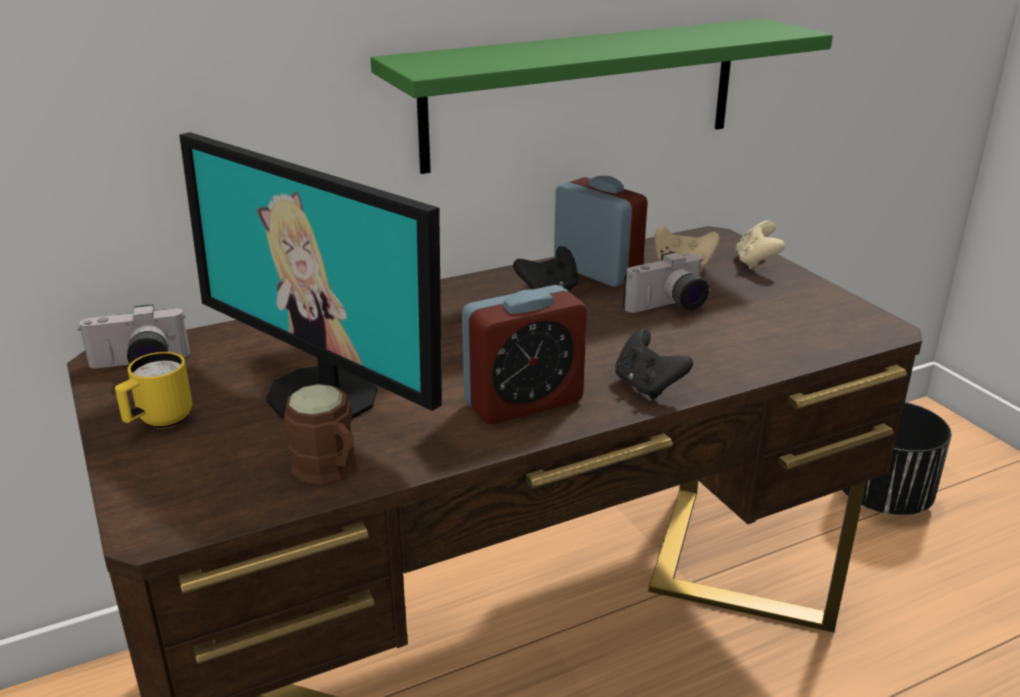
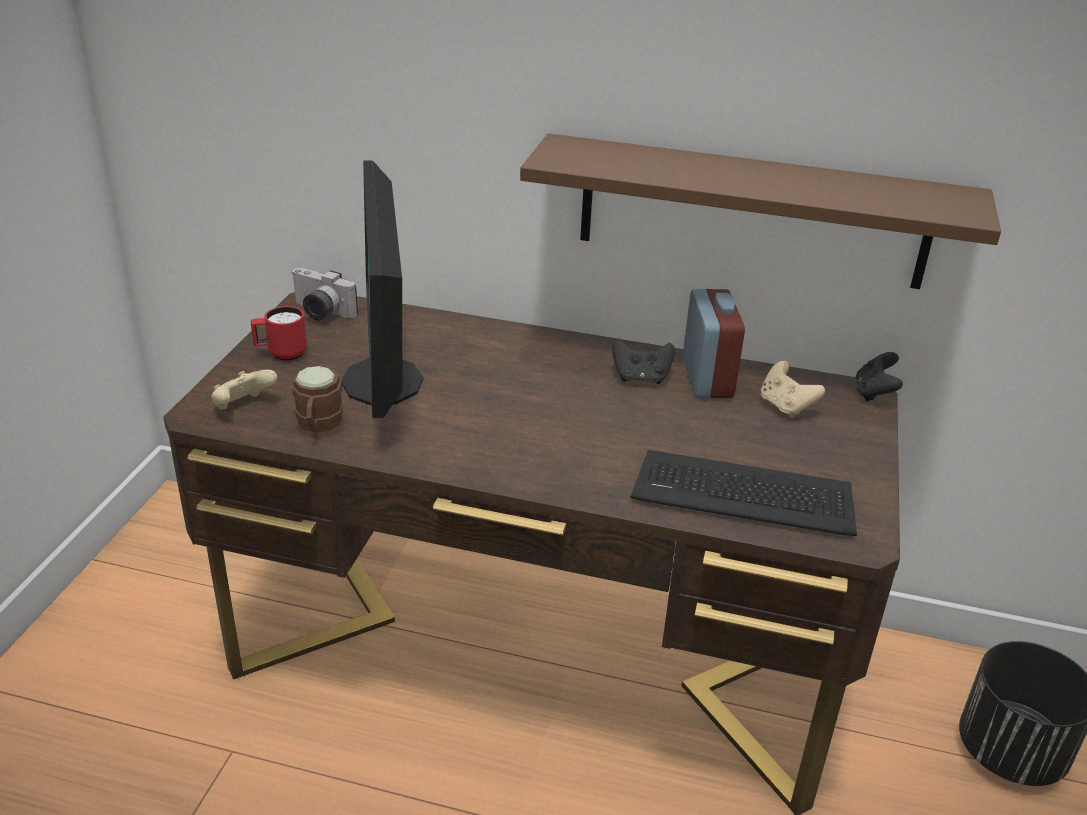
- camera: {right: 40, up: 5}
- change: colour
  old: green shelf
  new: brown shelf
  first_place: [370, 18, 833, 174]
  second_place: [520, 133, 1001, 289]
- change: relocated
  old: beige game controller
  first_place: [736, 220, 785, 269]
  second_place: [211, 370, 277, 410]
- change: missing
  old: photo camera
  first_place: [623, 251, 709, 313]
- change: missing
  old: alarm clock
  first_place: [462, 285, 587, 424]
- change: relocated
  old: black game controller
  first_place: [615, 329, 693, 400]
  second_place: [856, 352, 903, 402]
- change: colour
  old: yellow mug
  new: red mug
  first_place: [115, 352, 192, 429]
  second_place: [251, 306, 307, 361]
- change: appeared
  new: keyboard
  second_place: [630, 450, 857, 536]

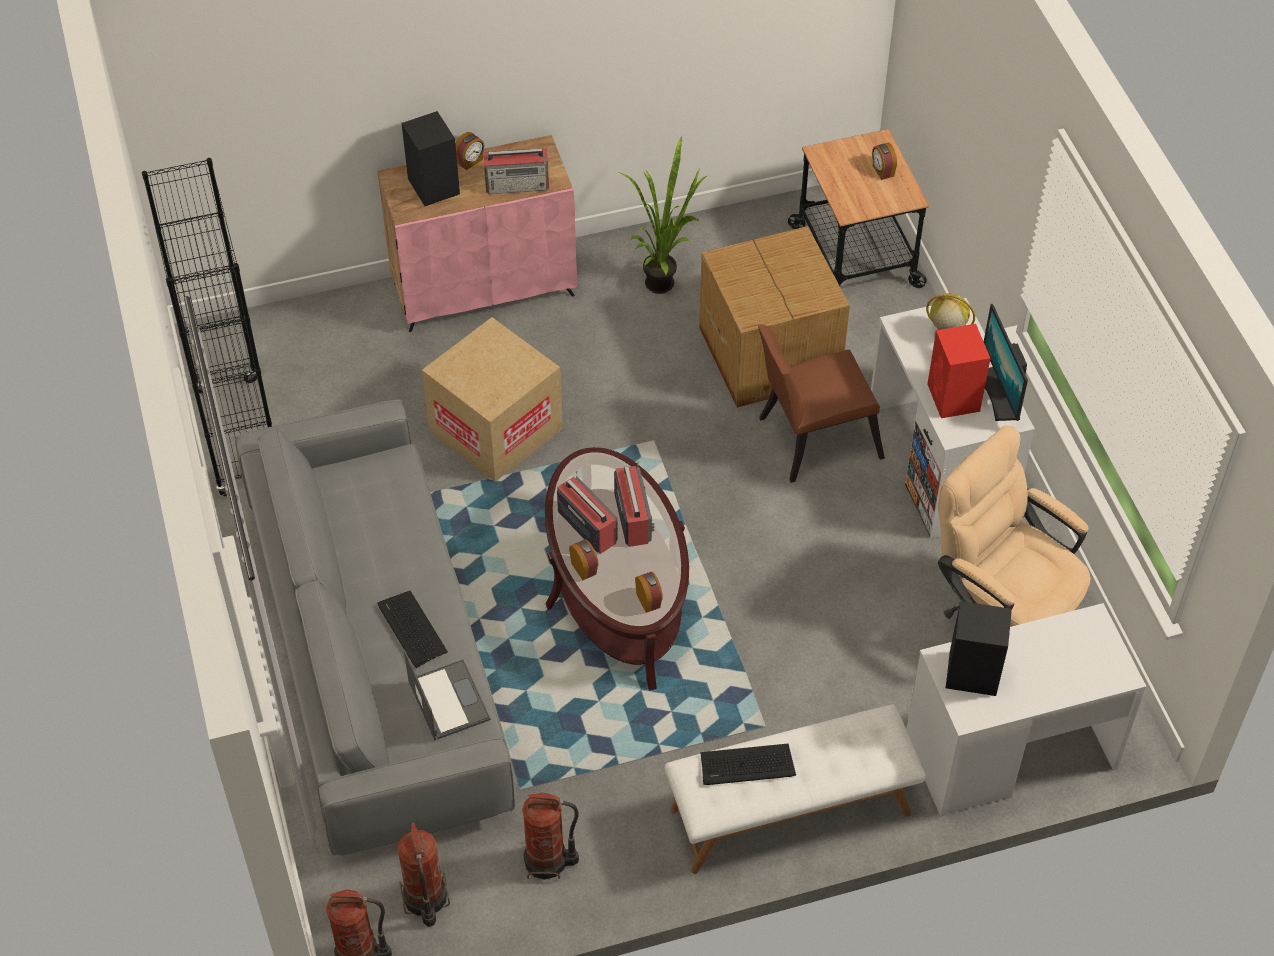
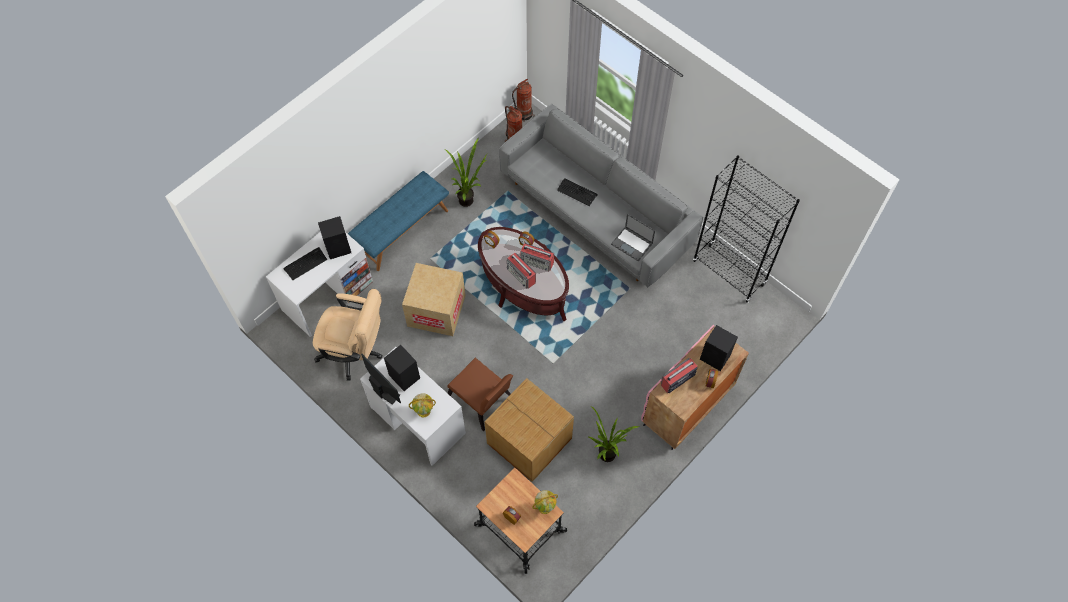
- camera: {right: 150, up: 10}
- change: relocated
  old: cardboard box
  first_place: [422, 317, 563, 482]
  second_place: [402, 263, 466, 336]
- change: spun
  old: brown chair
  first_place: [758, 324, 885, 483]
  second_place: [447, 358, 513, 431]
  degrees: 90
- change: colour
  old: red speaker
  new: black speaker
  first_place: [927, 324, 990, 418]
  second_place: [384, 345, 420, 391]
- change: relocated
  old: laptop
  first_place: [404, 650, 491, 740]
  second_place: [611, 214, 655, 262]
- change: colour
  old: white bench
  new: blue bench
  first_place: [665, 704, 926, 874]
  second_place: [348, 171, 449, 271]
- change: relocated
  old: keyboard
  first_place: [701, 744, 796, 785]
  second_place: [283, 247, 327, 280]
- change: missing
  old: fire extinguisher
  first_place: [522, 792, 579, 879]
- change: appeared
  new: potted plant
  second_place: [446, 138, 487, 207]
- change: appeared
  new: globe
  second_place: [532, 490, 558, 514]

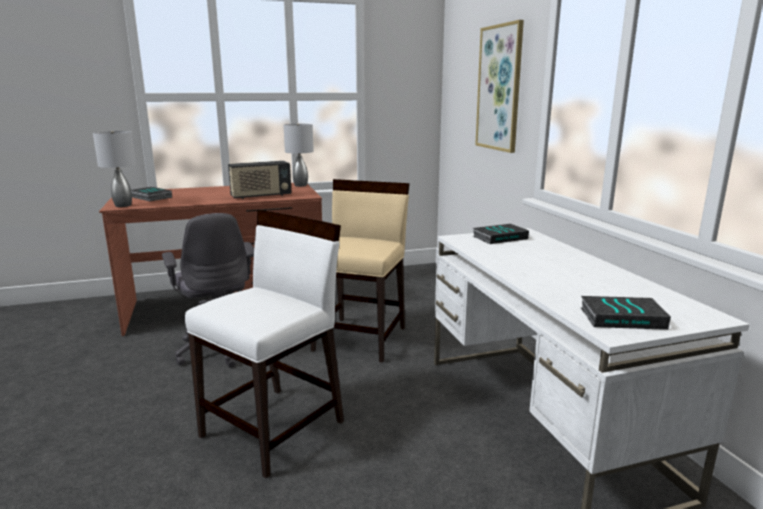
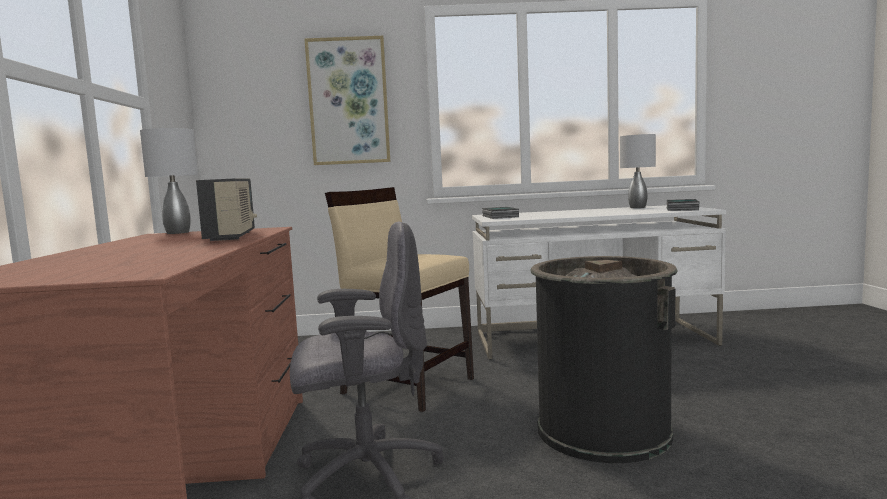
- camera: {right: -75, up: -10}
- change: relocated
  old: grey table lamp
  first_place: [93, 131, 136, 207]
  second_place: [620, 134, 656, 208]
- change: missing
  old: book
  first_place: [131, 187, 172, 201]
- change: exchanged
  old: white chair
  new: black trash can
  first_place: [185, 210, 344, 478]
  second_place: [531, 256, 677, 463]

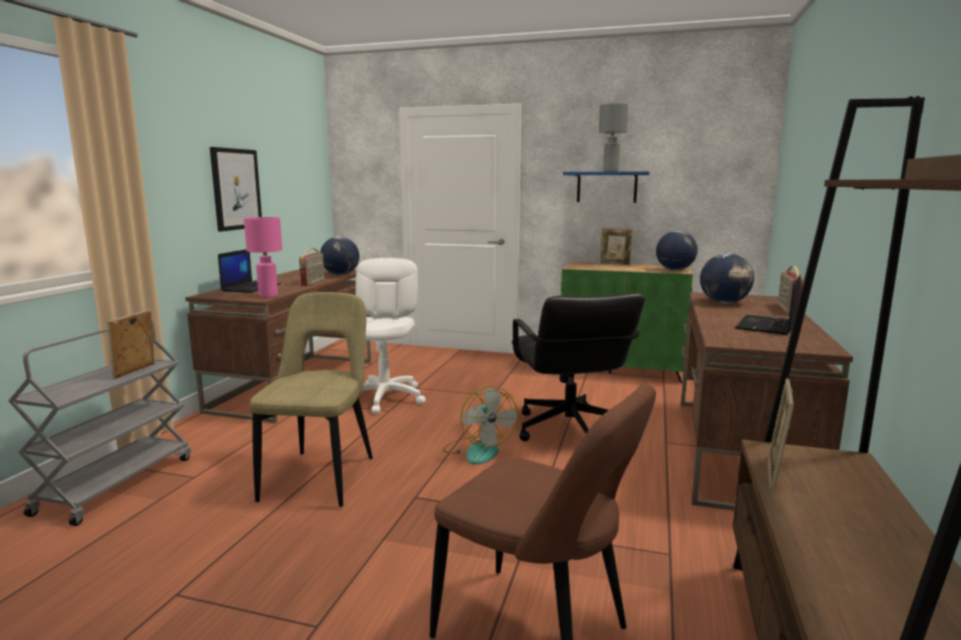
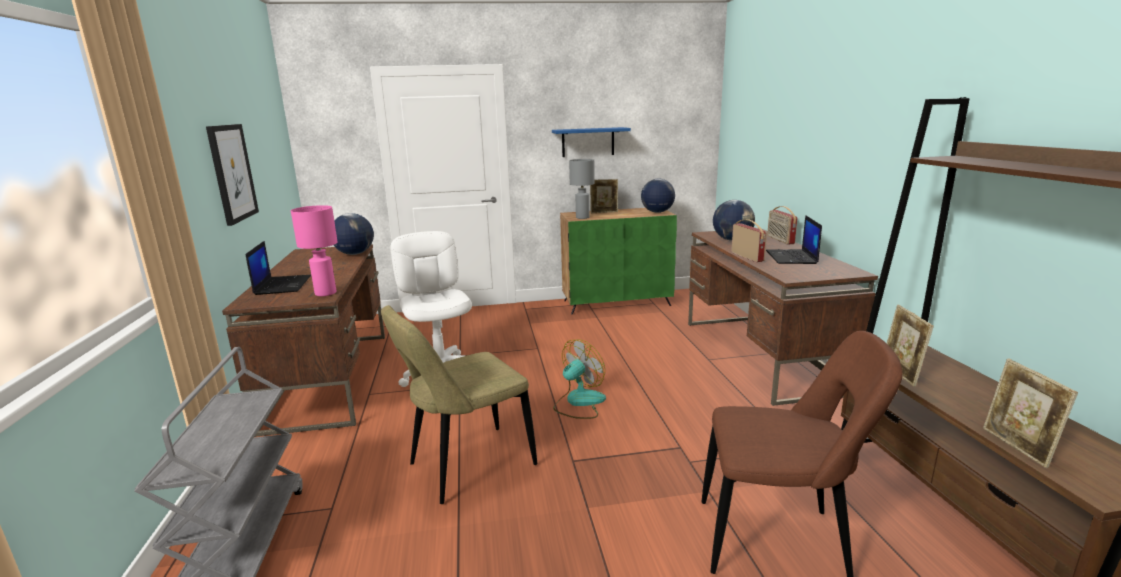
- camera: {right: -25, up: 5}
- change: relocated
  old: grey table lamp
  first_place: [599, 103, 628, 172]
  second_place: [569, 159, 595, 219]
- change: relocated
  old: radio
  first_place: [299, 248, 324, 286]
  second_place: [731, 219, 767, 262]
- change: spun
  old: beige chair
  first_place: [249, 292, 373, 507]
  second_place: [381, 305, 537, 504]
  degrees: -105
- change: missing
  old: black office chair
  first_place: [512, 293, 646, 441]
- change: relocated
  old: picture frame
  first_place: [107, 310, 155, 379]
  second_place: [983, 359, 1078, 468]
- change: spun
  old: fan
  first_place: [443, 386, 518, 465]
  second_place: [553, 340, 606, 419]
  degrees: -90

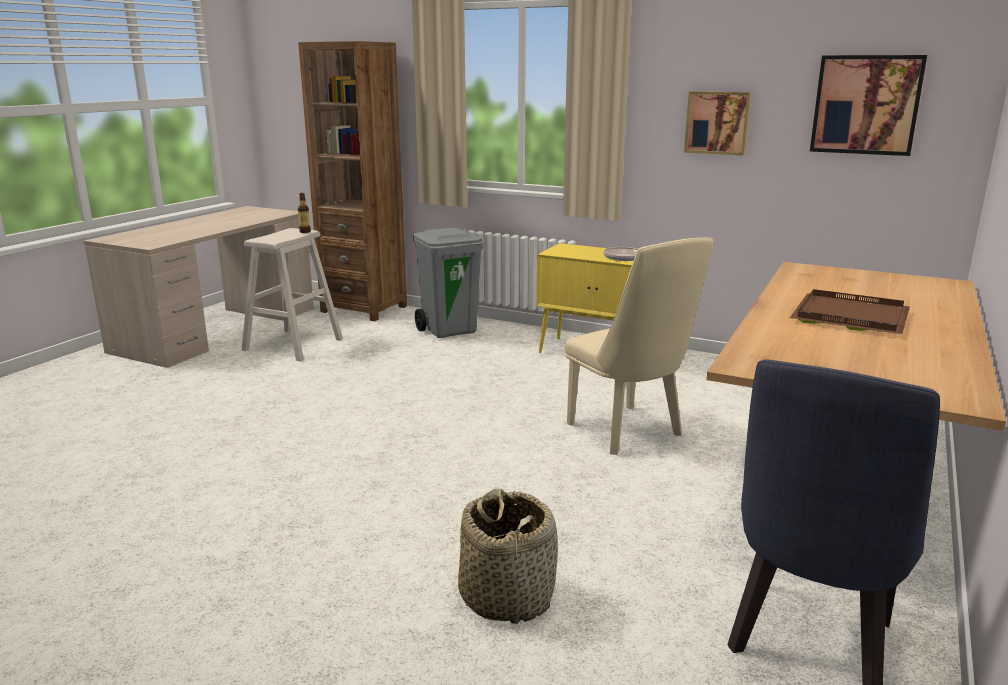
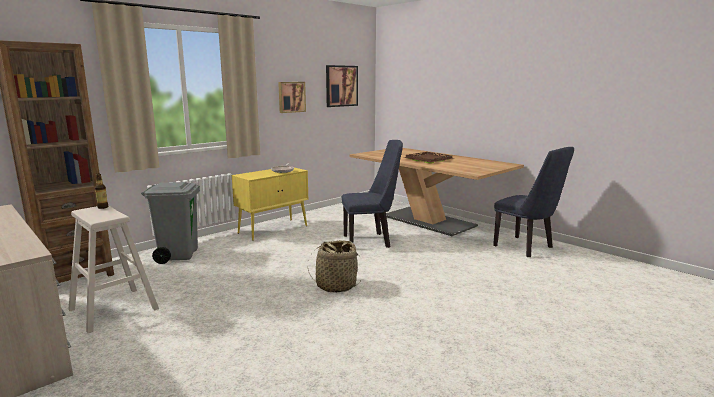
- camera: {right: -70, up: -5}
- change: colour
  old: beige chair
  new: blue chair
  first_place: [565, 237, 713, 455]
  second_place: [342, 140, 403, 248]
- change: relocated
  old: basket
  first_place: [458, 488, 558, 624]
  second_place: [308, 240, 362, 293]

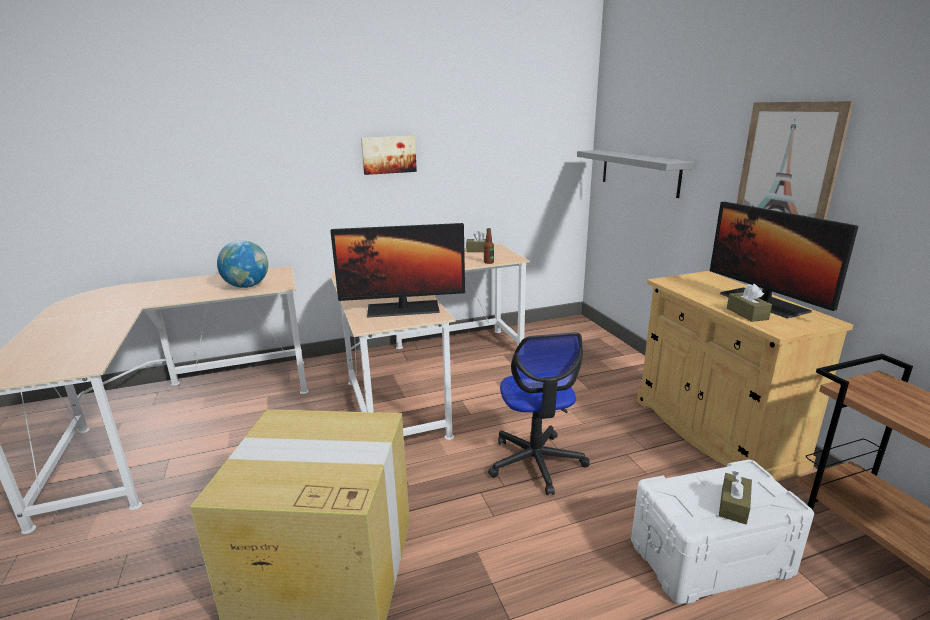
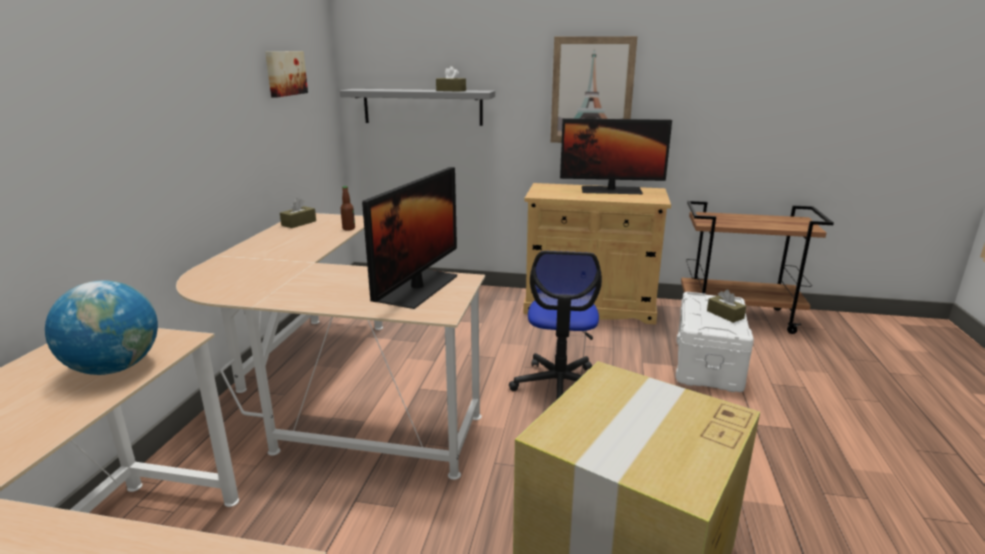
- camera: {right: -60, up: 0}
- change: relocated
  old: picture
  first_place: [361, 136, 417, 175]
  second_place: [265, 51, 308, 98]
- change: relocated
  old: brown tissue box
  first_place: [727, 284, 772, 322]
  second_place: [436, 66, 466, 92]
- change: spun
  old: office chair
  first_place: [488, 332, 590, 495]
  second_place: [509, 251, 602, 399]
  degrees: 75

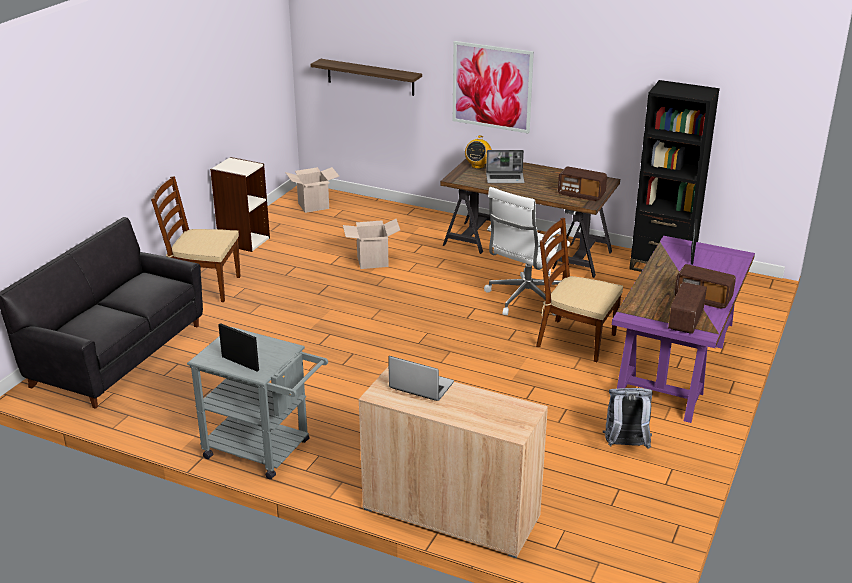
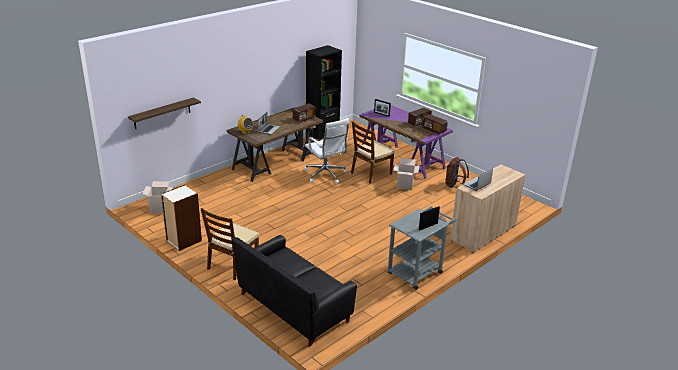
- camera: {right: -70, up: 0}
- change: missing
  old: picture
  first_place: [453, 41, 534, 133]
- change: relocated
  old: cardboard box
  first_place: [343, 219, 400, 269]
  second_place: [393, 158, 419, 190]
- change: colour
  old: grey backpack
  new: brown backpack
  first_place: [603, 388, 653, 449]
  second_place: [445, 157, 469, 188]

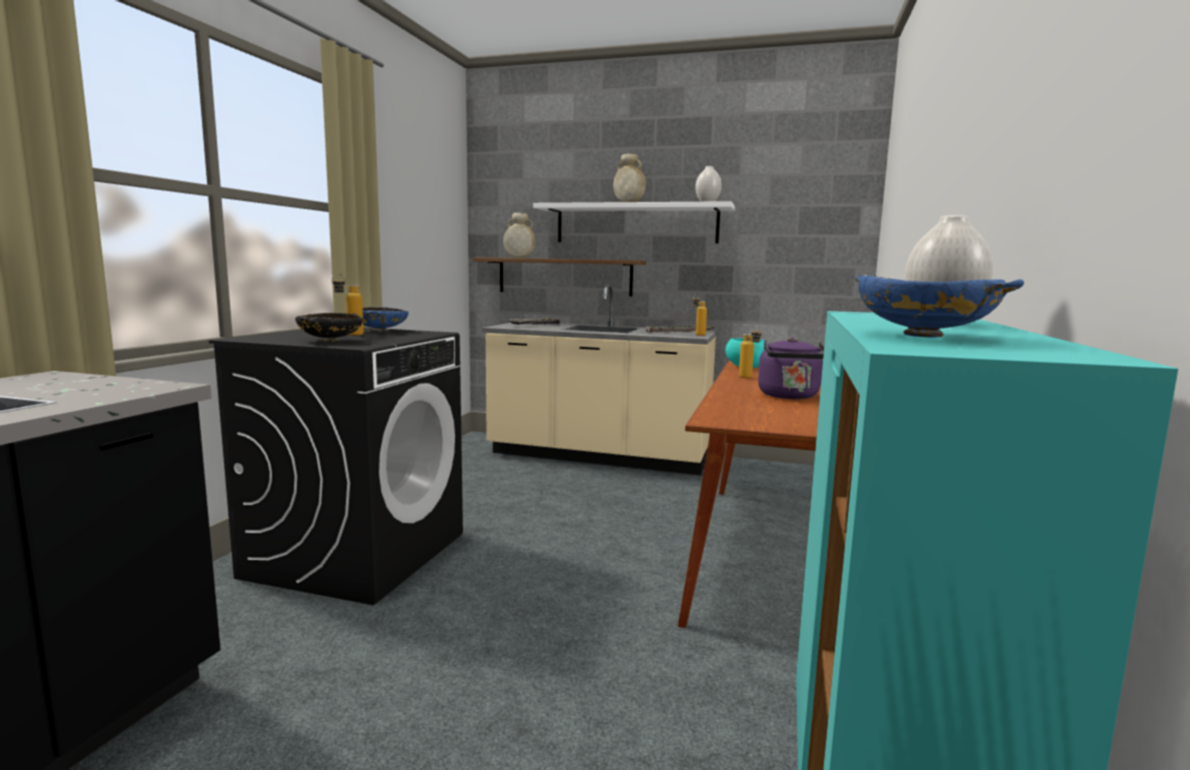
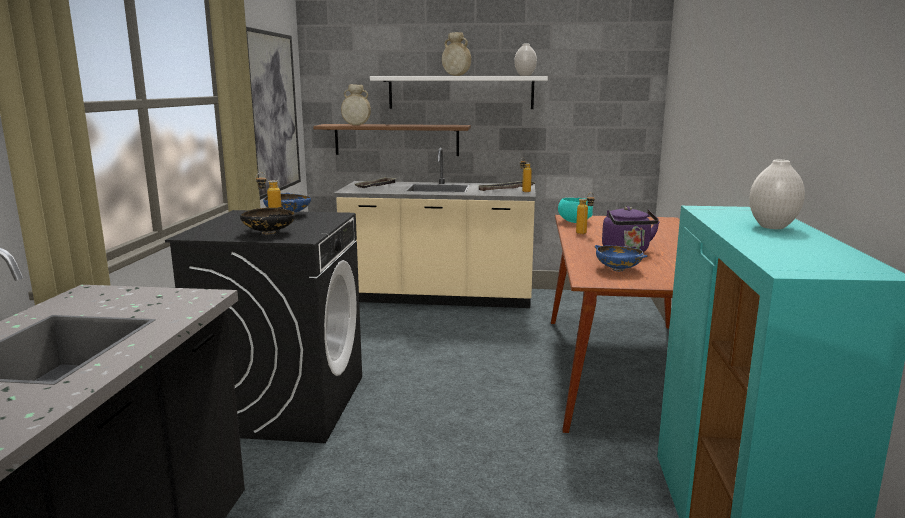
- camera: {right: -10, up: 5}
- change: relocated
  old: blue bowl
  first_place: [855, 275, 1024, 338]
  second_place: [594, 245, 647, 271]
- change: appeared
  new: picture
  second_place: [246, 27, 301, 200]

